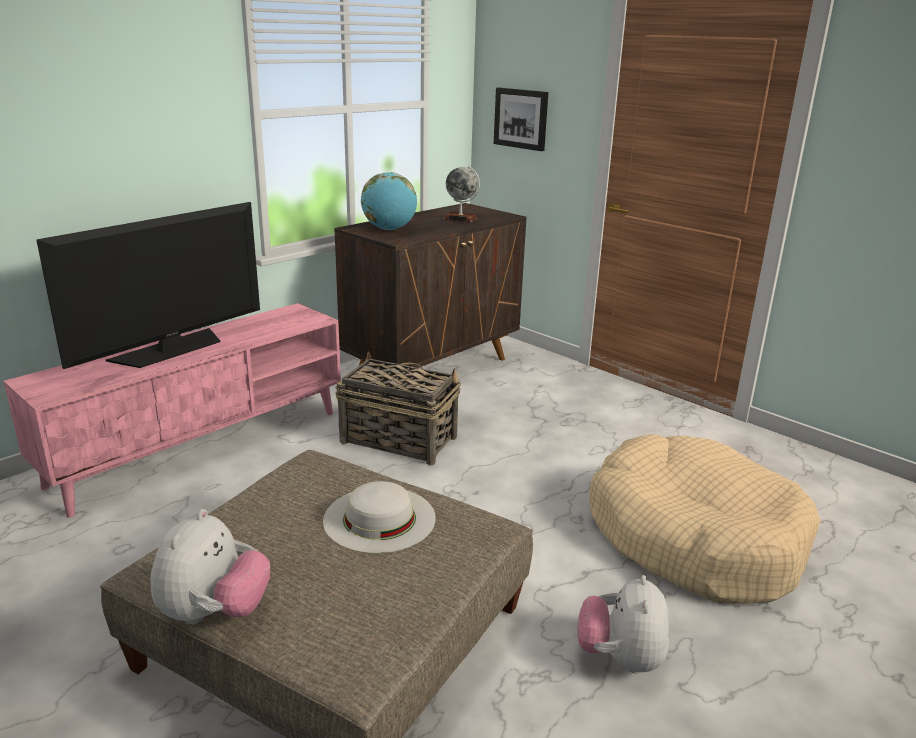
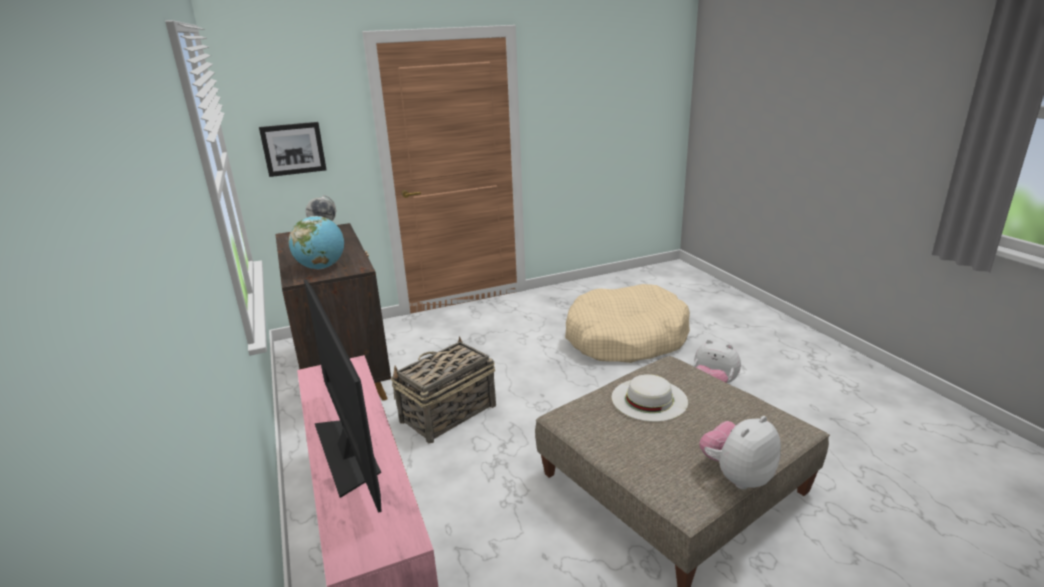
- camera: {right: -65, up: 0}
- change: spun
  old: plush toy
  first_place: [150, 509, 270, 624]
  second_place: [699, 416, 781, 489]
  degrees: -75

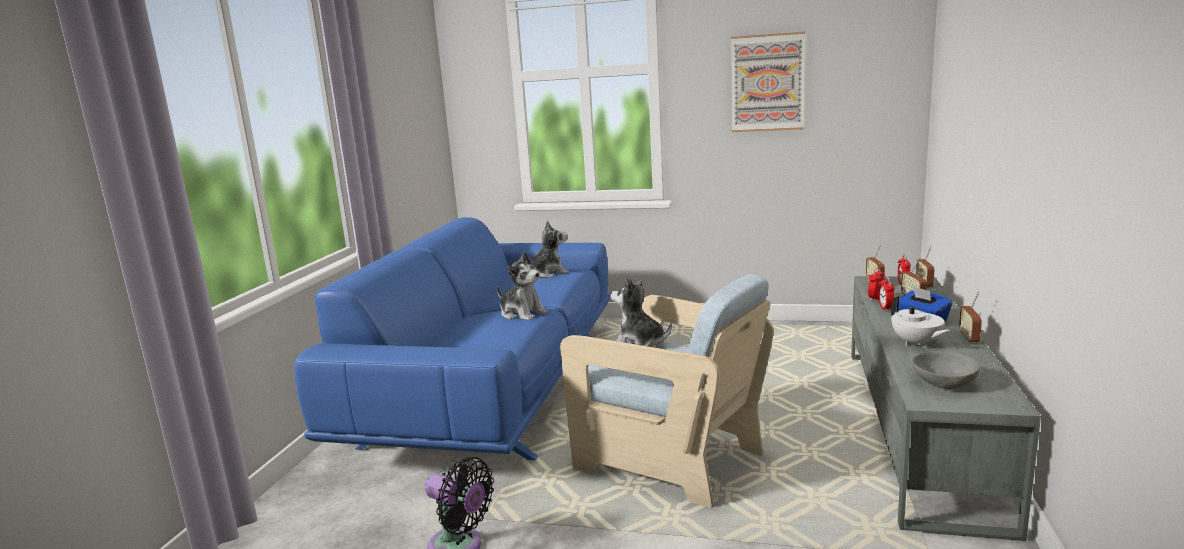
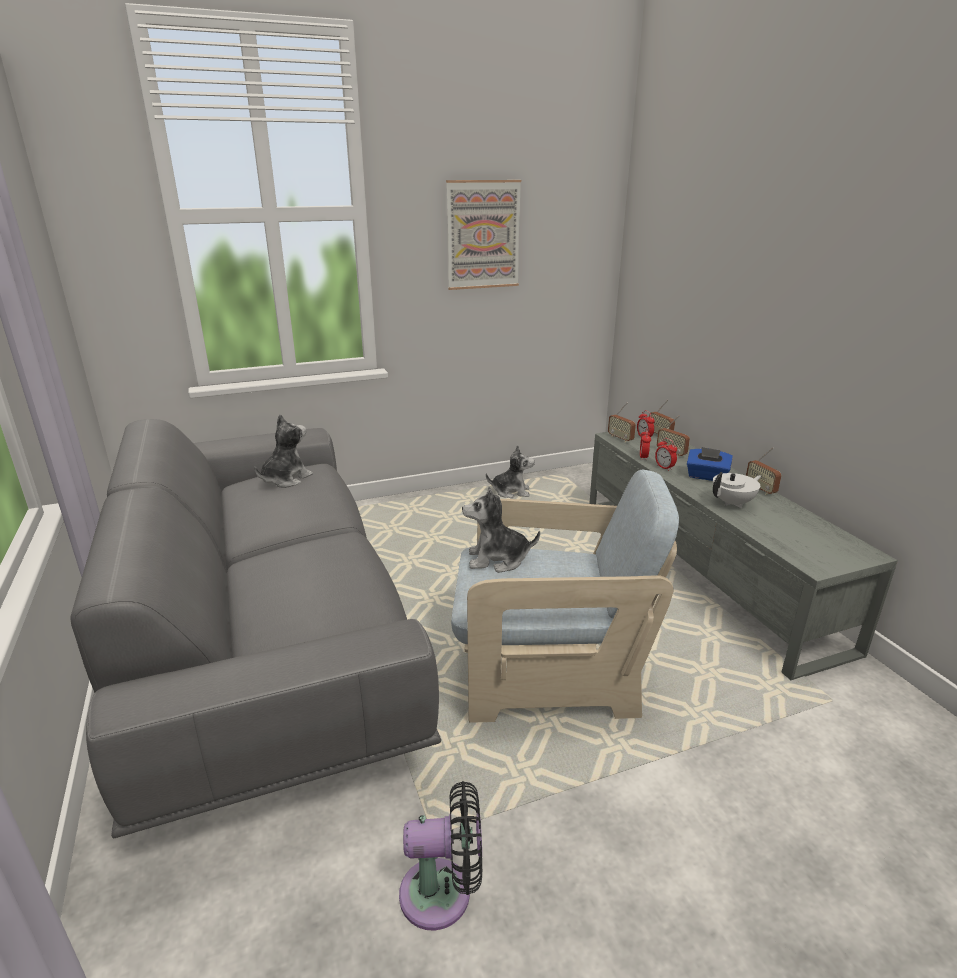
- camera: {right: -35, up: 10}
- change: colour
  old: blue sofa
  new: grey sofa
  first_place: [294, 217, 610, 460]
  second_place: [70, 419, 441, 838]
- change: relocated
  old: plush toy
  first_place: [496, 252, 548, 320]
  second_place: [486, 445, 535, 498]
- change: spun
  old: white teapot
  first_place: [891, 296, 950, 347]
  second_place: [713, 472, 761, 508]
  degrees: -60
- change: missing
  old: grey bowl
  first_place: [912, 351, 980, 389]

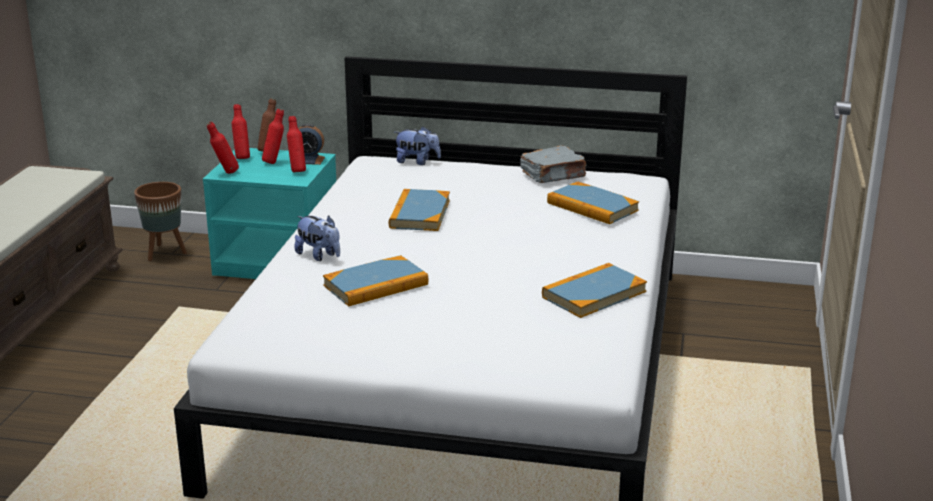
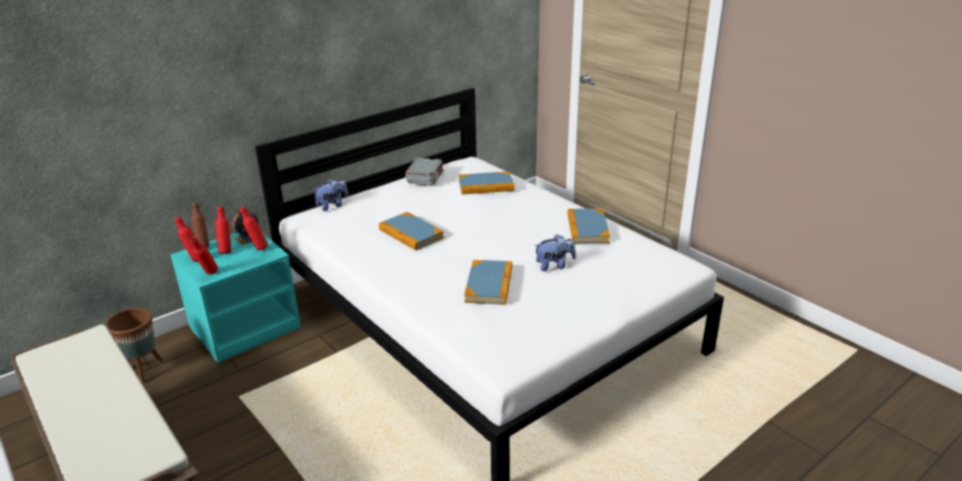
- camera: {right: -50, up: 5}
- change: relocated
  old: plush toy
  first_place: [294, 216, 340, 261]
  second_place: [534, 234, 576, 271]

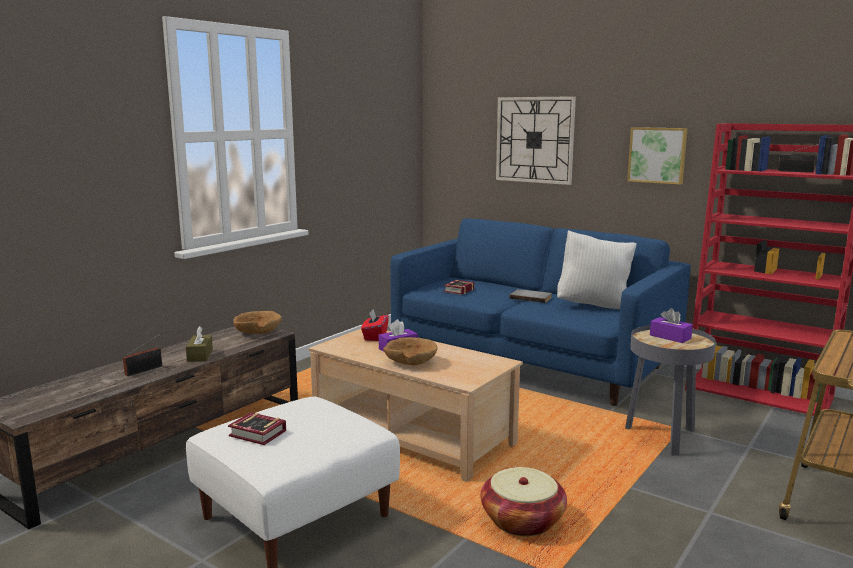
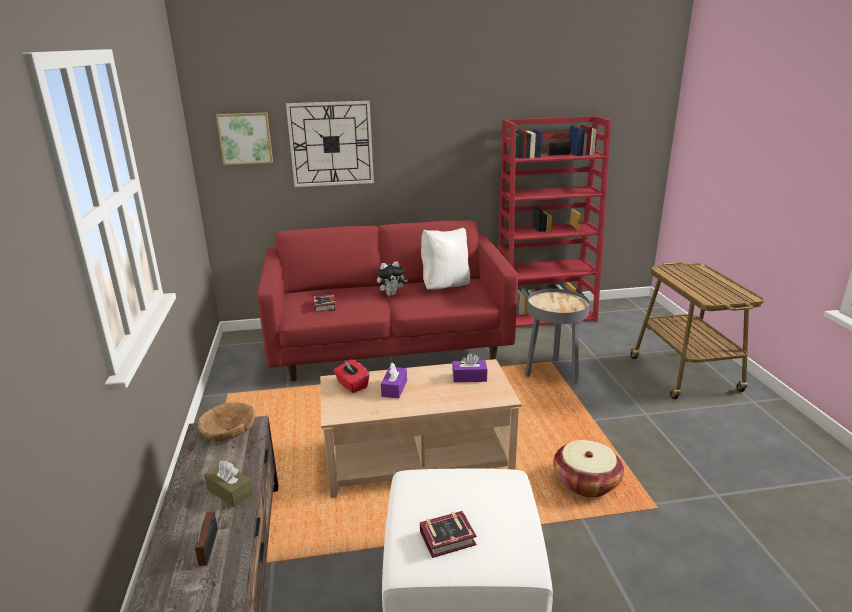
- camera: {right: -45, up: 10}
- change: relocated
  old: picture
  first_place: [627, 127, 688, 185]
  second_place: [216, 113, 273, 165]
- change: colour
  old: blue sofa
  new: red sofa
  first_place: [391, 218, 691, 406]
  second_place: [257, 220, 518, 381]
- change: exchanged
  old: grey book
  new: plush toy
  first_place: [509, 289, 552, 303]
  second_place: [377, 261, 408, 296]
- change: relocated
  old: purple tissue box
  first_place: [650, 308, 693, 343]
  second_place: [452, 353, 488, 382]
- change: missing
  old: brown bowl
  first_place: [383, 337, 438, 365]

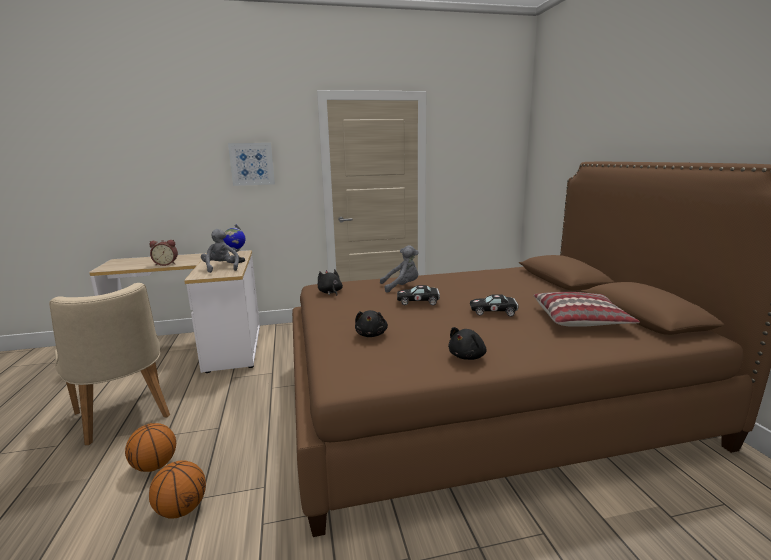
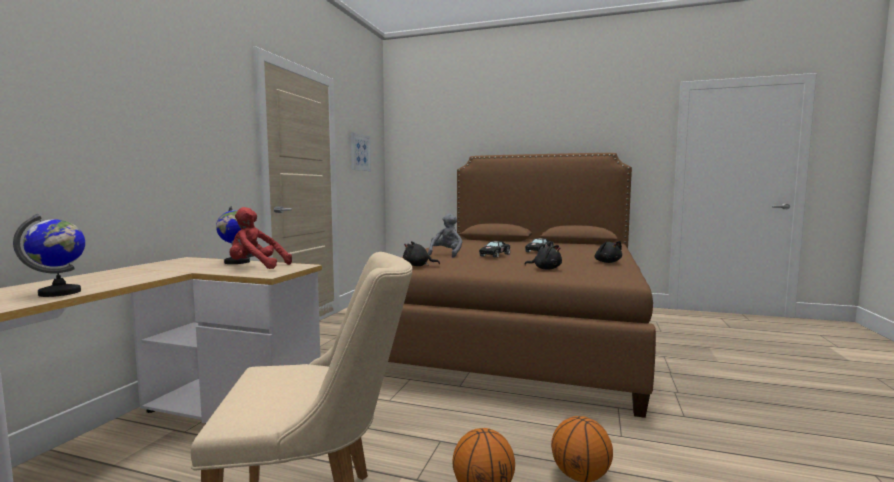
- camera: {right: -60, up: -10}
- change: relocated
  old: picture
  first_place: [228, 143, 275, 186]
  second_place: [351, 133, 371, 171]
- change: colour
  old: grey plush toy
  new: red plush toy
  first_place: [201, 229, 239, 273]
  second_place: [229, 207, 292, 269]
- change: missing
  old: alarm clock
  first_place: [149, 240, 178, 266]
- change: missing
  old: pillow
  first_place: [533, 292, 640, 326]
- change: appeared
  new: globe
  second_place: [13, 214, 85, 297]

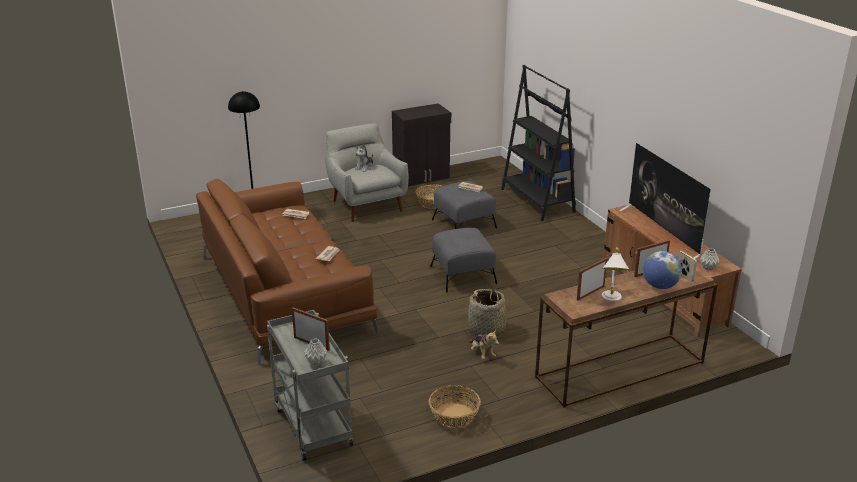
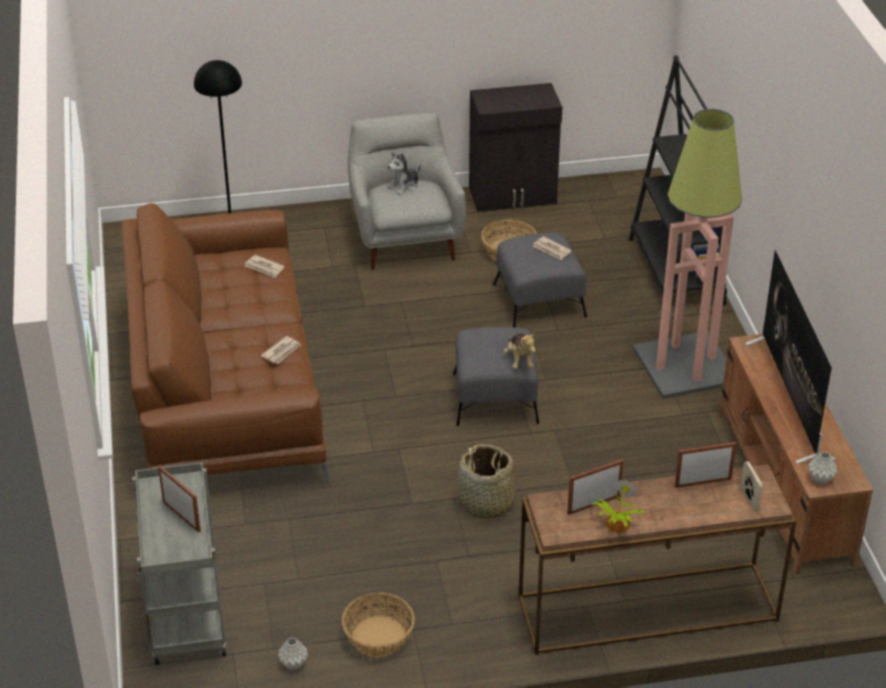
- camera: {right: 15, up: 10}
- change: exchanged
  old: white table lamp
  new: potted plant
  first_place: [602, 248, 630, 302]
  second_place: [592, 479, 644, 533]
- change: missing
  old: globe
  first_place: [643, 251, 682, 289]
- change: relocated
  old: plush toy
  first_place: [469, 330, 499, 359]
  second_place: [504, 332, 536, 369]
- change: relocated
  old: grey vase
  first_place: [304, 339, 328, 366]
  second_place: [278, 637, 308, 670]
- change: appeared
  new: floor lamp
  second_place: [632, 109, 742, 399]

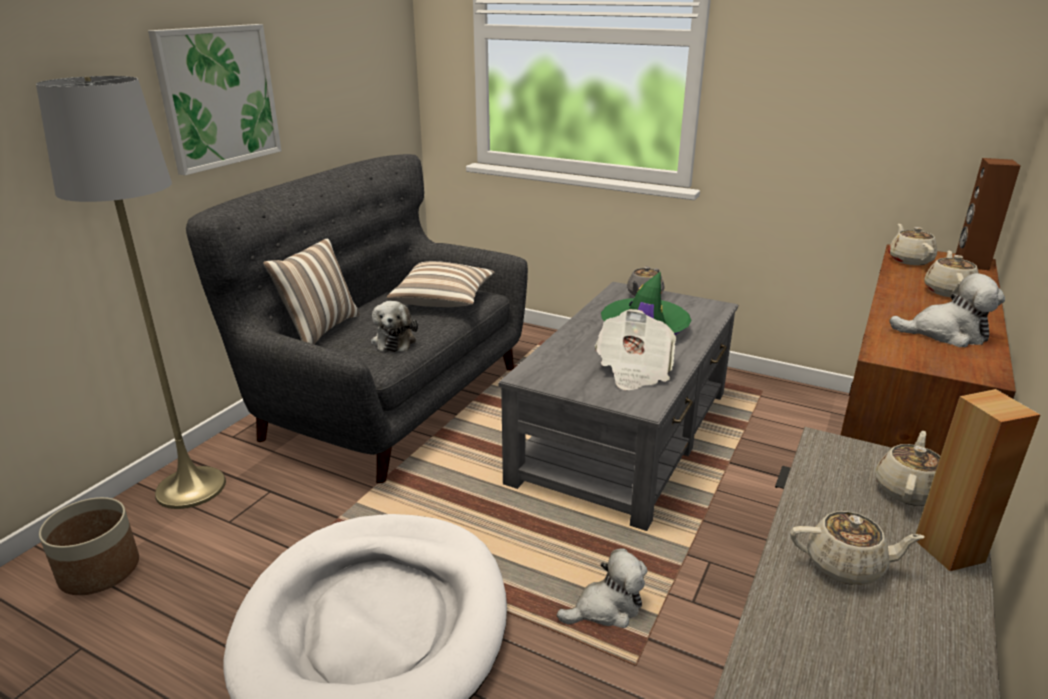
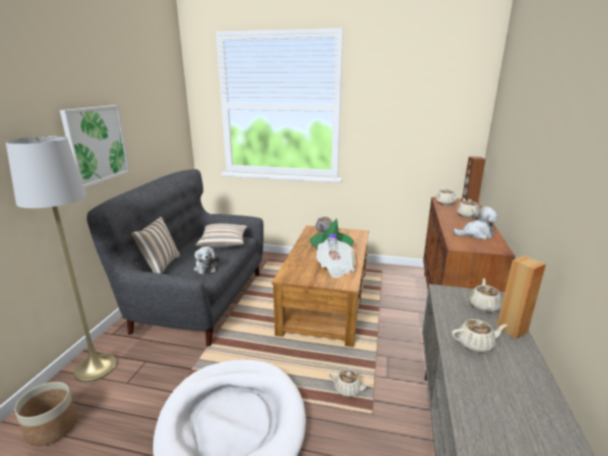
- camera: {right: -15, up: -5}
- change: colour
  old: grey coffee table
  new: brown coffee table
  first_place: [498, 282, 738, 531]
  second_place: [272, 226, 369, 347]
- change: exchanged
  old: plush toy
  new: beige teapot
  first_place: [557, 549, 647, 628]
  second_place: [329, 369, 372, 397]

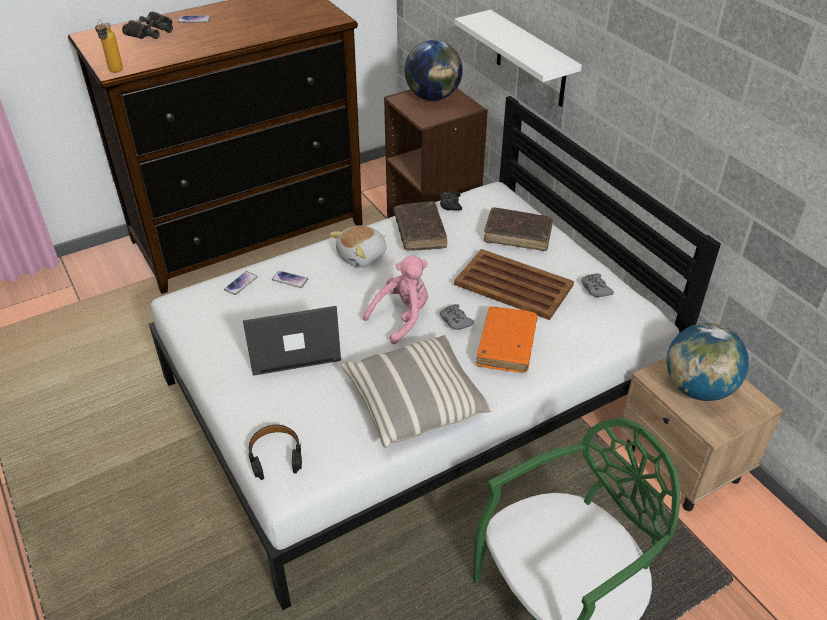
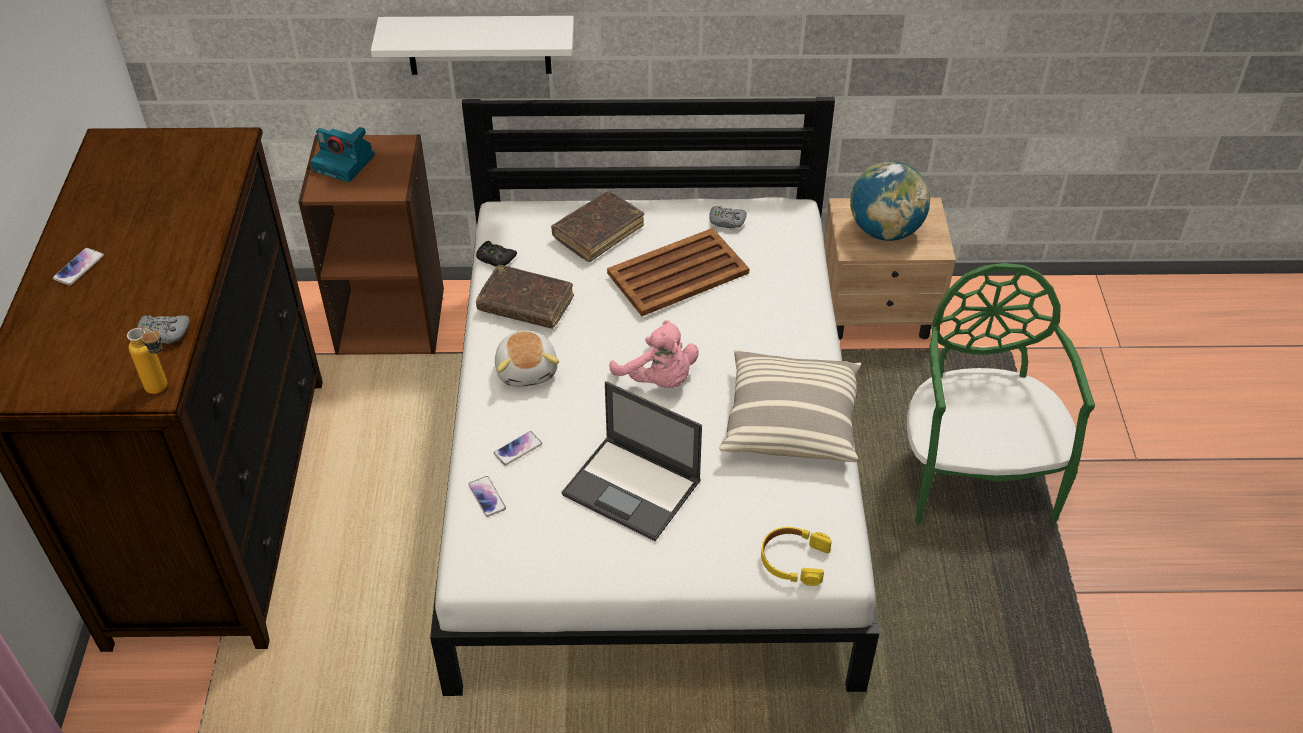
- camera: {right: -60, up: 5}
- change: missing
  old: black binoculars
  first_place: [122, 11, 173, 39]
- change: exchanged
  old: globe
  new: photo camera
  first_place: [404, 40, 462, 101]
  second_place: [311, 127, 375, 182]
- change: spun
  old: pink plush toy
  first_place: [363, 255, 428, 344]
  second_place: [610, 320, 699, 388]
  degrees: 150
- change: relocated
  old: grey game controller
  first_place: [440, 304, 475, 330]
  second_place: [137, 315, 190, 344]
- change: spun
  old: laptop
  first_place: [243, 306, 341, 376]
  second_place: [562, 381, 702, 541]
  degrees: -75
- change: missing
  old: orange book
  first_place: [476, 306, 538, 373]
- change: colour
  old: black headphones
  new: yellow headphones
  first_place: [248, 425, 302, 480]
  second_place: [761, 527, 832, 586]

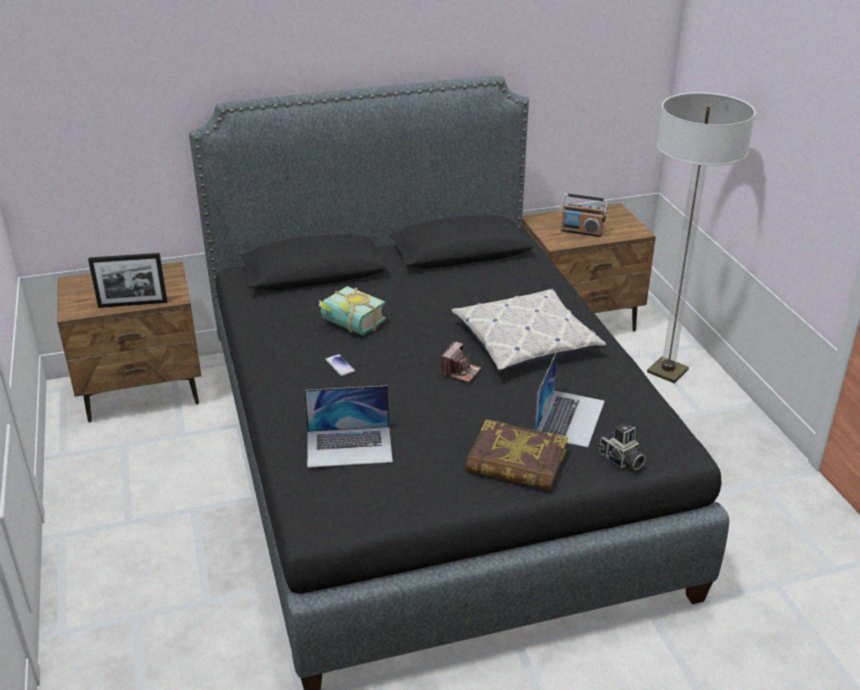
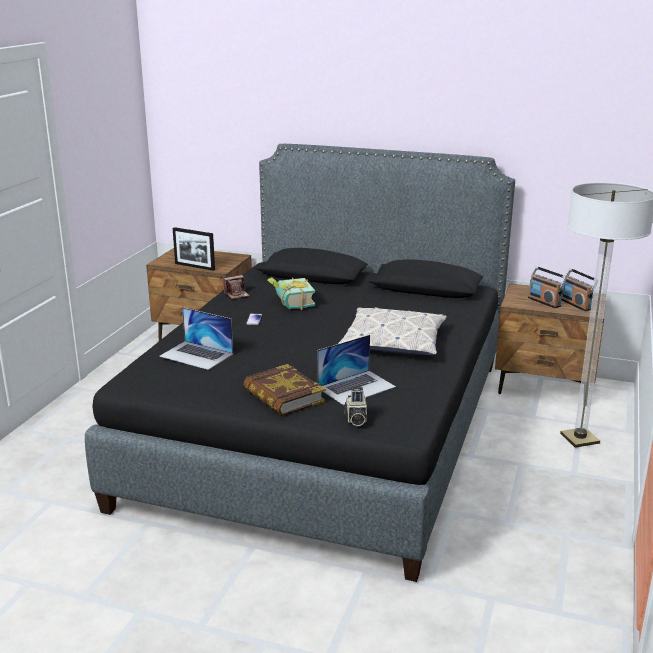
- camera: {right: 35, up: -10}
- change: relocated
  old: photo camera
  first_place: [441, 341, 481, 382]
  second_place: [223, 275, 250, 299]
- change: appeared
  new: radio
  second_place: [561, 268, 595, 311]

